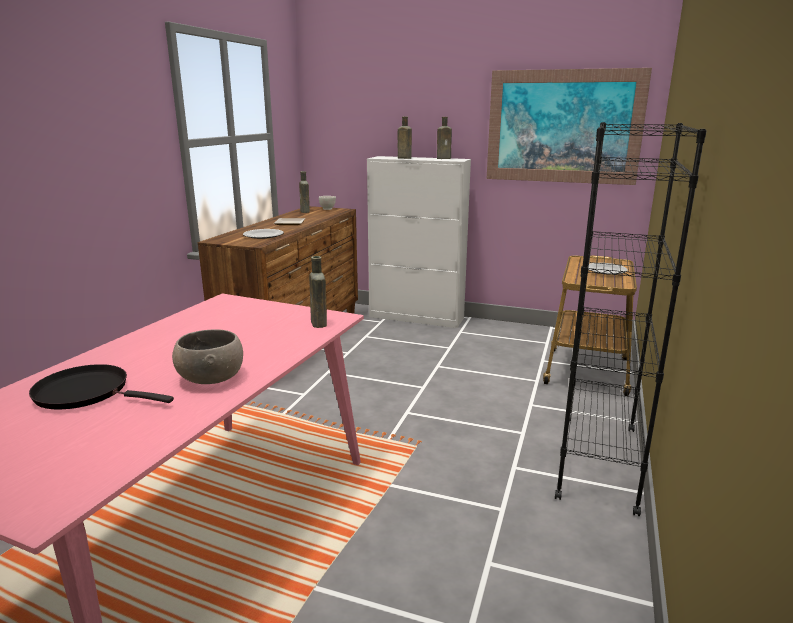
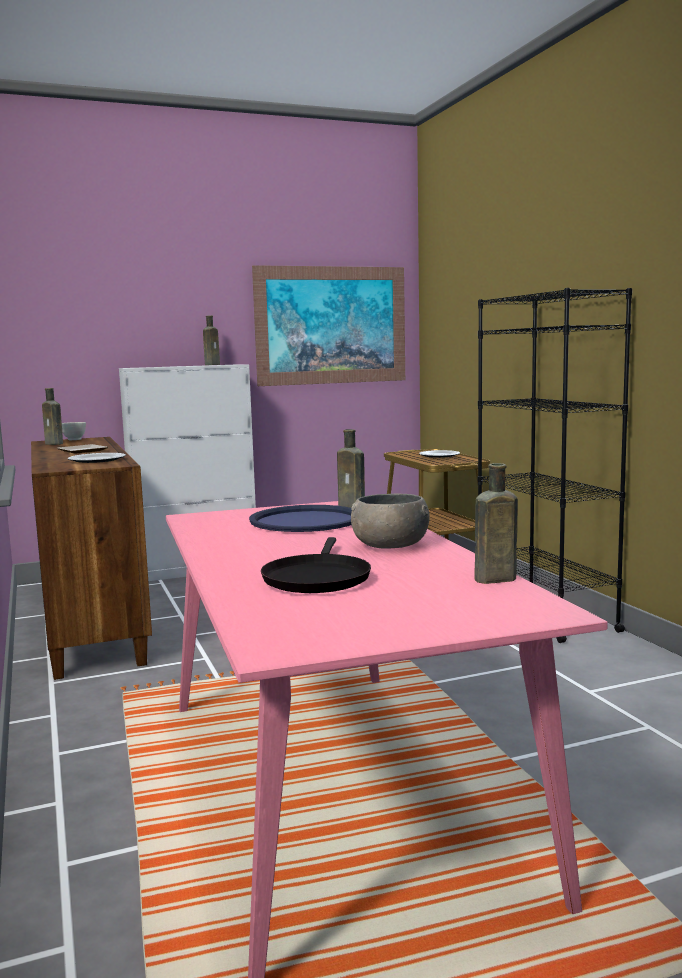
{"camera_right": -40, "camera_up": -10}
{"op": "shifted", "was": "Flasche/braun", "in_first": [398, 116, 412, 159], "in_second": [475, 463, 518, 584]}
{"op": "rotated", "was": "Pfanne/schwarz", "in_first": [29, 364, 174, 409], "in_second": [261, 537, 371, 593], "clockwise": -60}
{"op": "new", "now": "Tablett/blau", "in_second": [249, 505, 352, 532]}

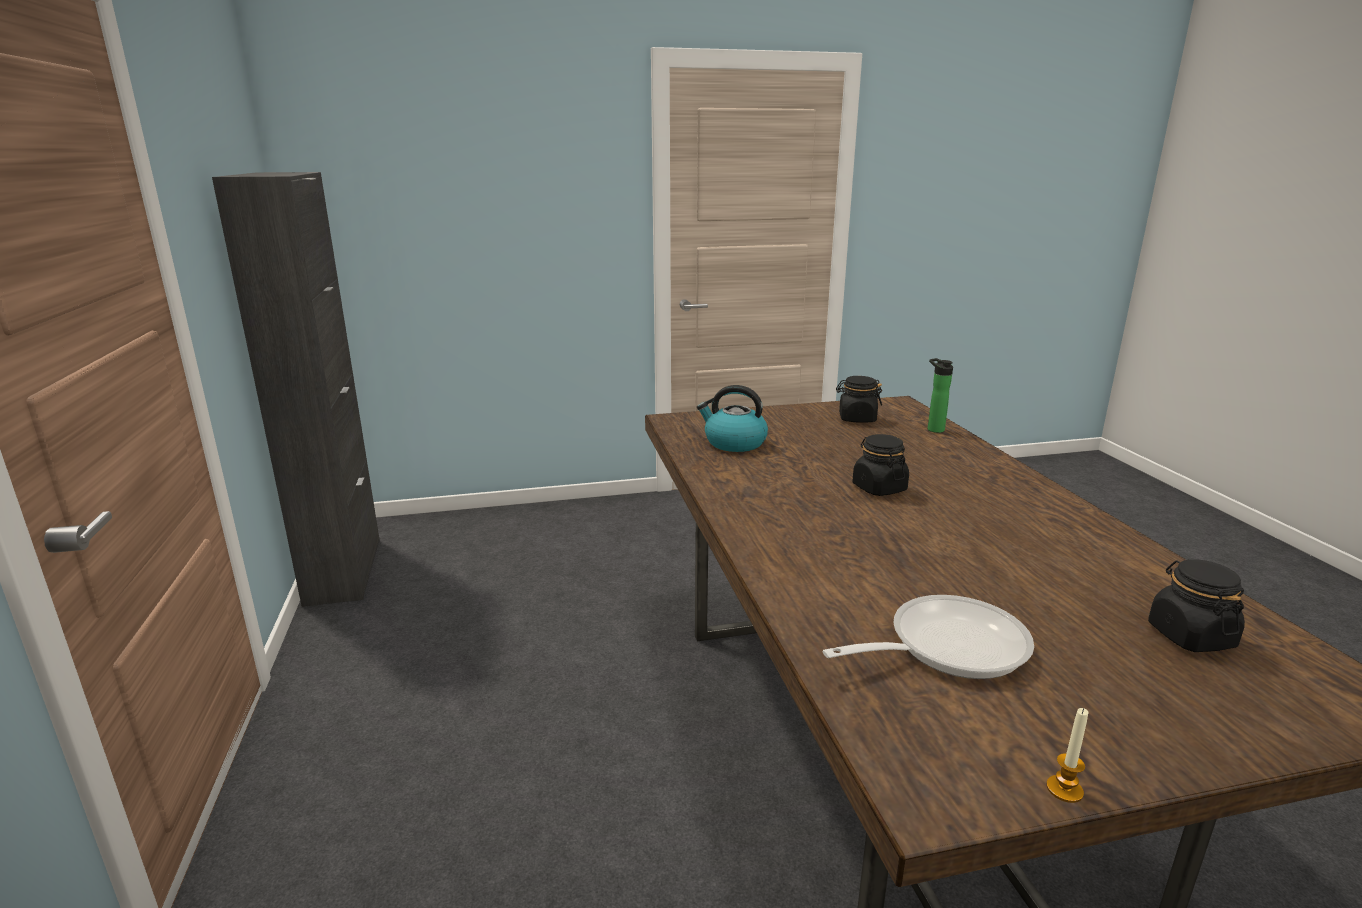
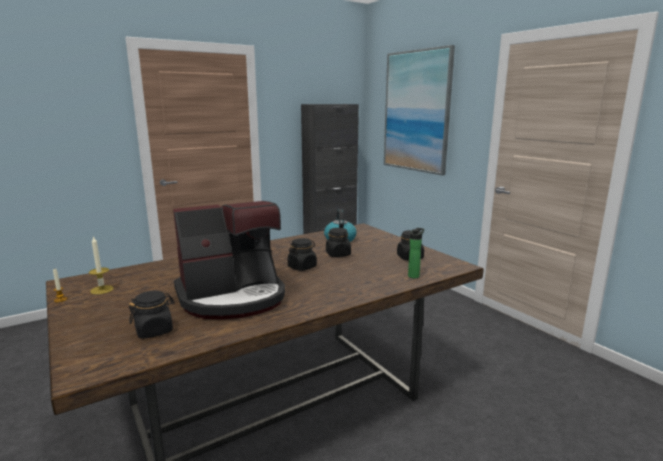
{"camera_right": 70, "camera_up": -5}
{"op": "gone", "was": "Pfanne", "in_first": [823, 595, 1034, 679]}
{"op": "new", "now": "Bild", "in_second": [384, 45, 455, 175]}
{"op": "new", "now": "Kaffeemaschine", "in_second": [173, 201, 285, 319]}
{"op": "new", "now": "Vorratsglas/schwarz", "in_second": [326, 228, 351, 257]}
{"op": "new", "now": "Kerze", "in_second": [89, 236, 114, 295]}

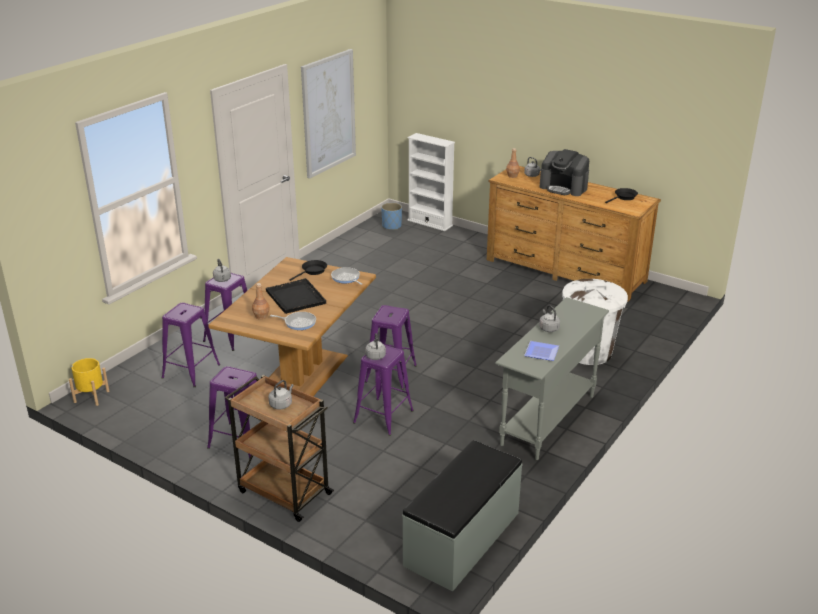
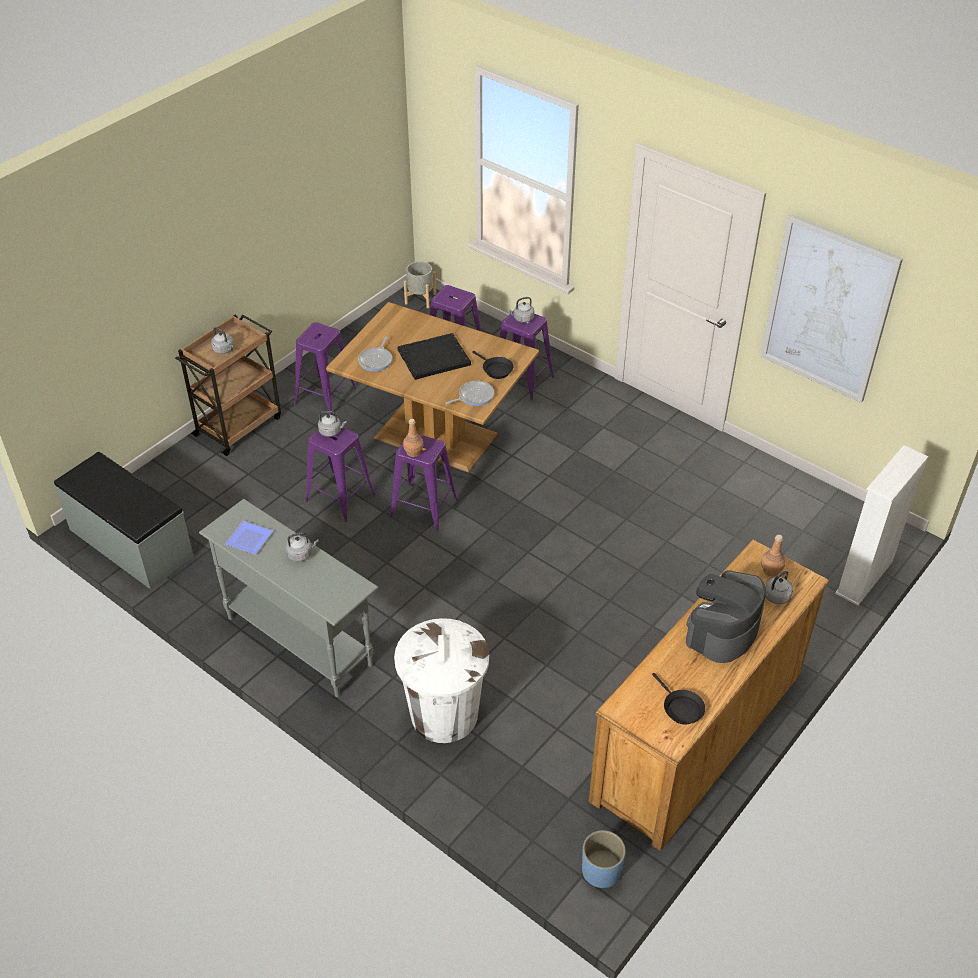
{"camera_right": 95, "camera_up": 15}
{"op": "shifted", "was": "Pflanzkübel/blau", "in_first": [381, 203, 402, 230], "in_second": [582, 830, 626, 888]}
{"op": "shifted", "was": "Flasche/braun", "in_first": [252, 283, 270, 319], "in_second": [403, 419, 423, 457]}
{"op": "repainted", "was": "Pflanzkübel/gelb", "now": "Pflanzkübel/grau", "in_first": [69, 358, 109, 406], "in_second": [404, 261, 436, 308]}

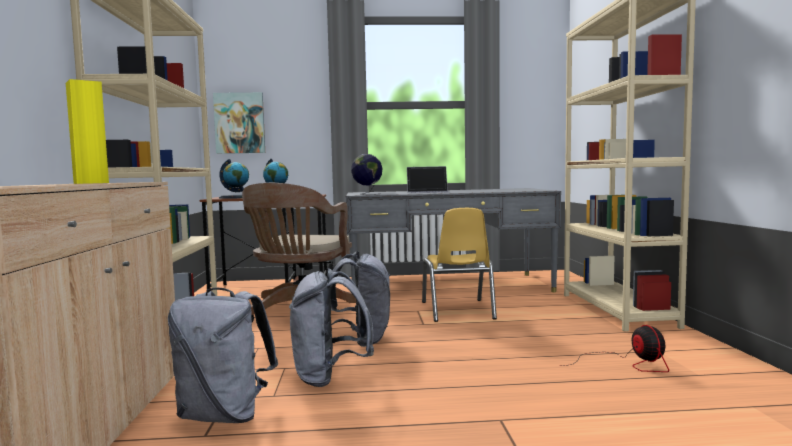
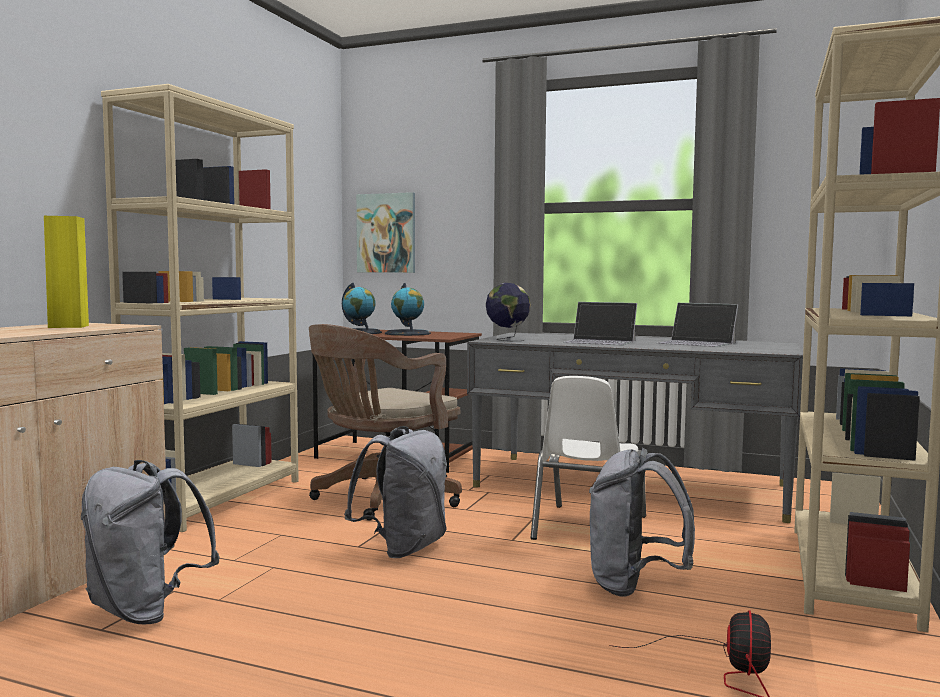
{"camera_right": 25, "camera_up": 0}
{"op": "repainted", "was": "Stuhl/gelb", "now": "Stuhl/weiß", "in_first": [422, 208, 497, 322], "in_second": [530, 376, 646, 540]}
{"op": "shifted", "was": "Rucksack/grau", "in_first": [289, 268, 374, 387], "in_second": [589, 448, 695, 597]}
{"op": "new", "now": "Laptop", "in_second": [657, 303, 738, 347]}

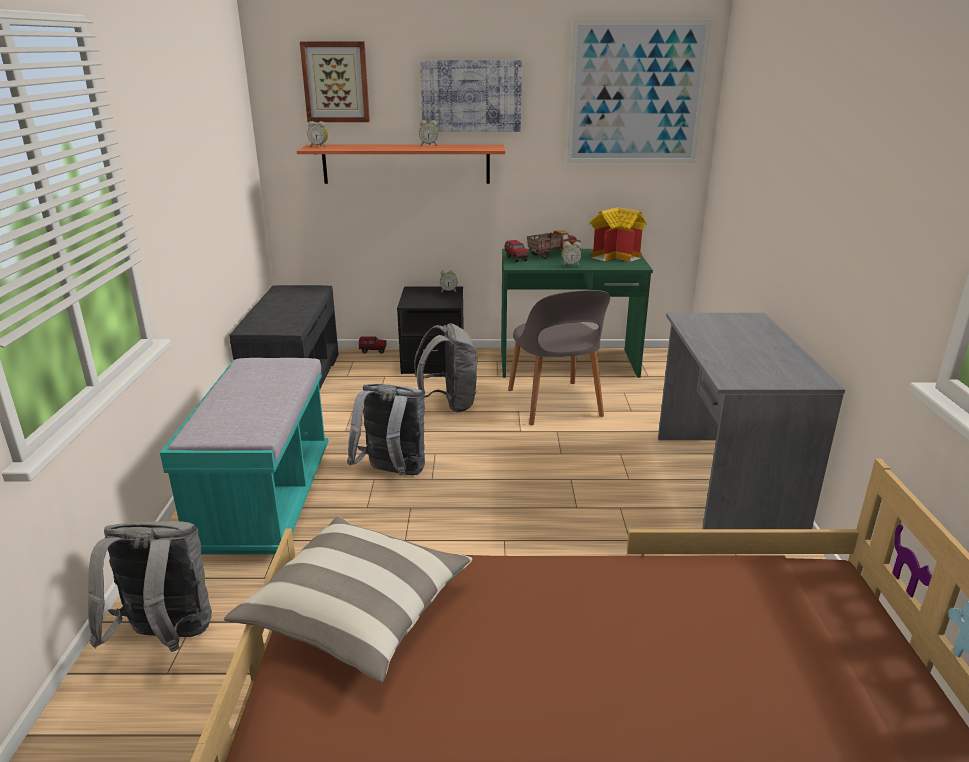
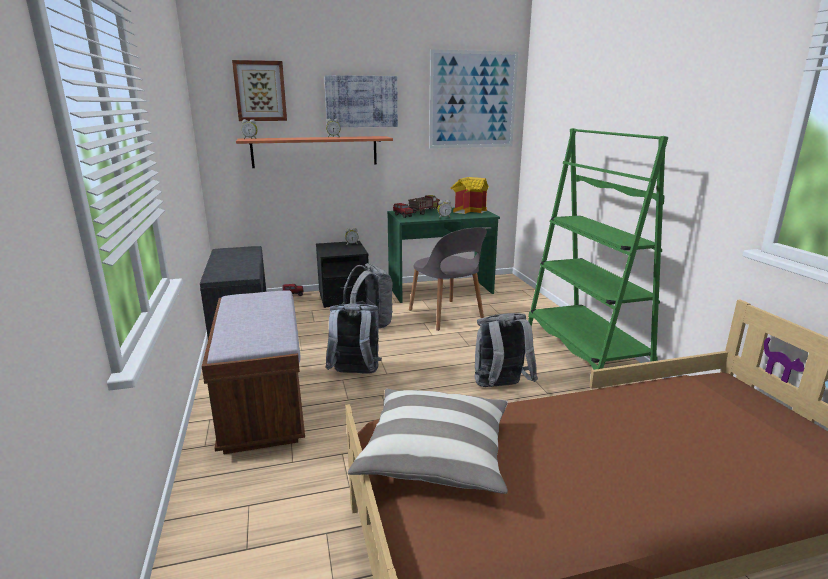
{"camera_right": -15, "camera_up": -5}
{"op": "swapped", "was": "Schreibtisch/grau", "now": "Bücherregal/grün", "in_first": [658, 313, 845, 529], "in_second": [528, 128, 668, 370]}
{"op": "repainted", "was": "Bank/türkis", "now": "Bank/braun", "in_first": [160, 358, 329, 554], "in_second": [202, 291, 305, 454]}
{"op": "shifted", "was": "Rucksack/grau", "in_first": [88, 521, 212, 652], "in_second": [474, 313, 538, 387]}

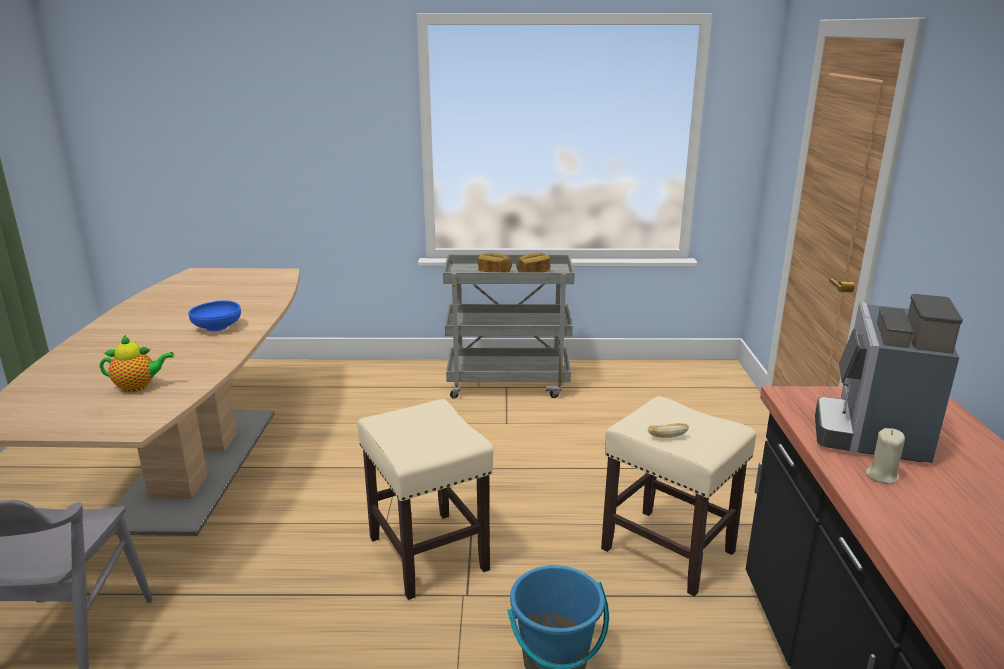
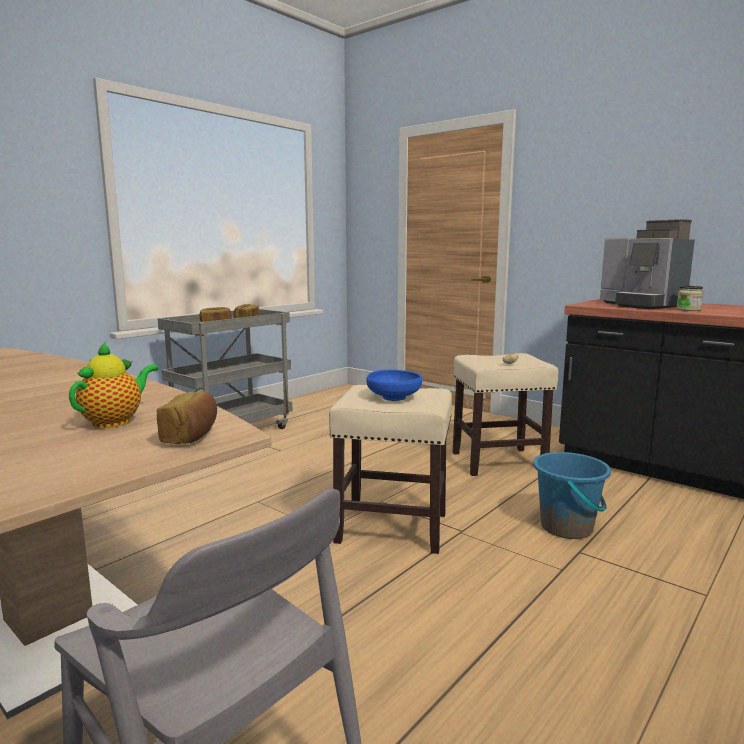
{"camera_right": -50, "camera_up": -10}
{"op": "shifted", "was": "Schüssel/blau", "in_first": [188, 300, 241, 331], "in_second": [366, 370, 422, 401]}
{"op": "swapped", "was": "Kerze/beige", "now": "Vorratsglas", "in_first": [866, 428, 905, 484], "in_second": [676, 286, 703, 311]}
{"op": "new", "now": "Brot", "in_second": [157, 391, 217, 444]}

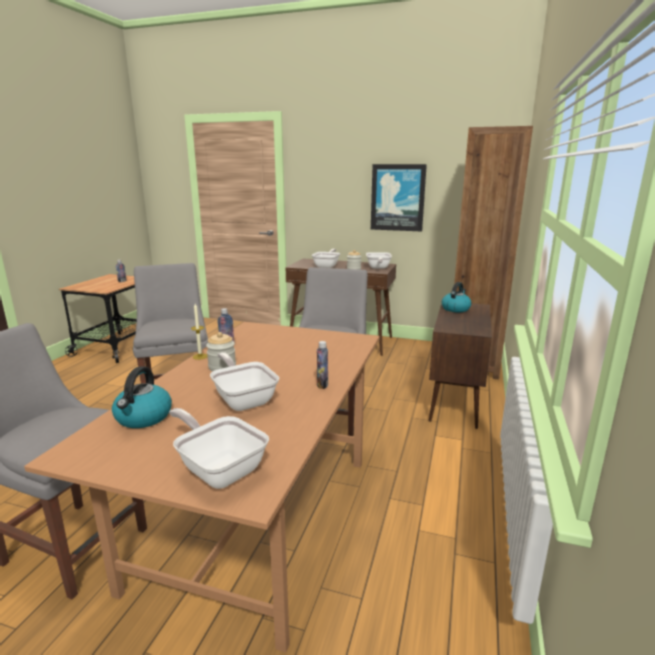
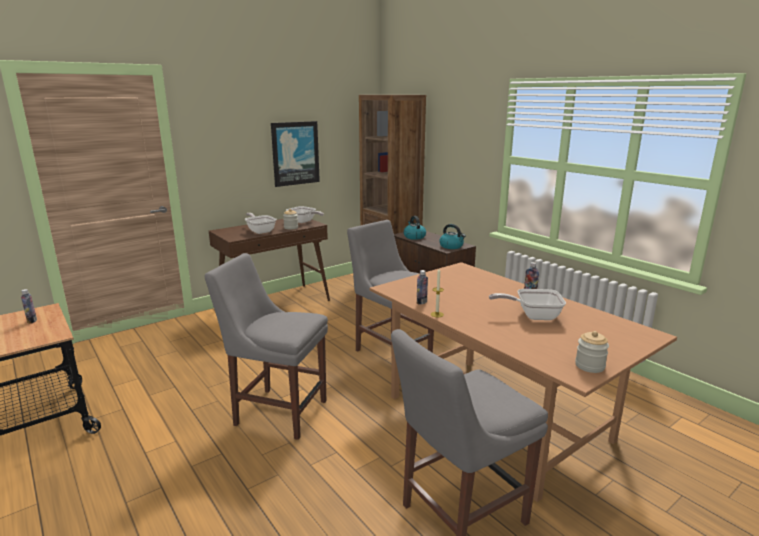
{"camera_right": -55, "camera_up": 0}
{"op": "shifted", "was": "Vorratsglas", "in_first": [206, 332, 236, 371], "in_second": [575, 331, 609, 373]}
{"op": "shifted", "was": "Wasserkessel", "in_first": [112, 366, 172, 428], "in_second": [439, 224, 466, 249]}
{"op": "gone", "was": "Pfanne", "in_first": [169, 408, 269, 489]}

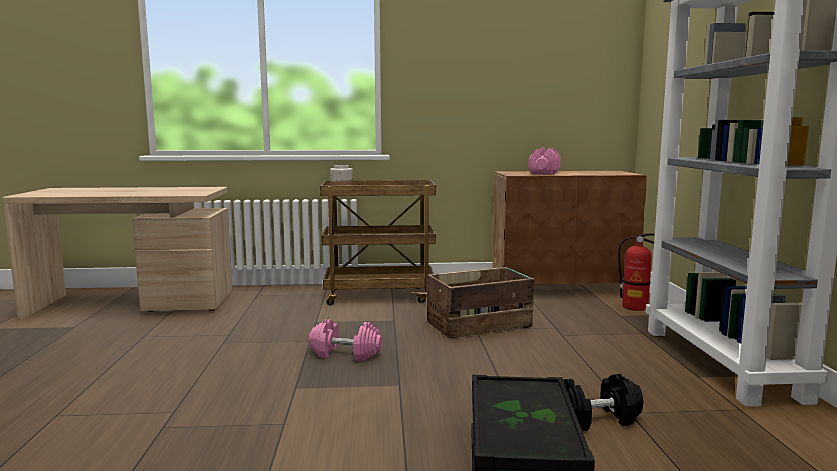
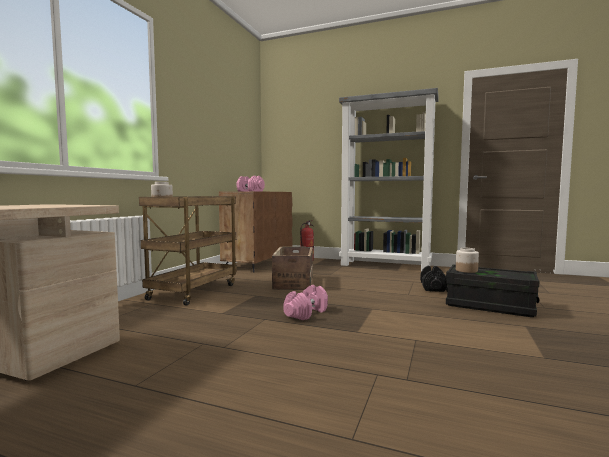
{"camera_right": -65, "camera_up": -5}
{"op": "new", "now": "Vorratsglas", "in_second": [456, 248, 479, 273]}

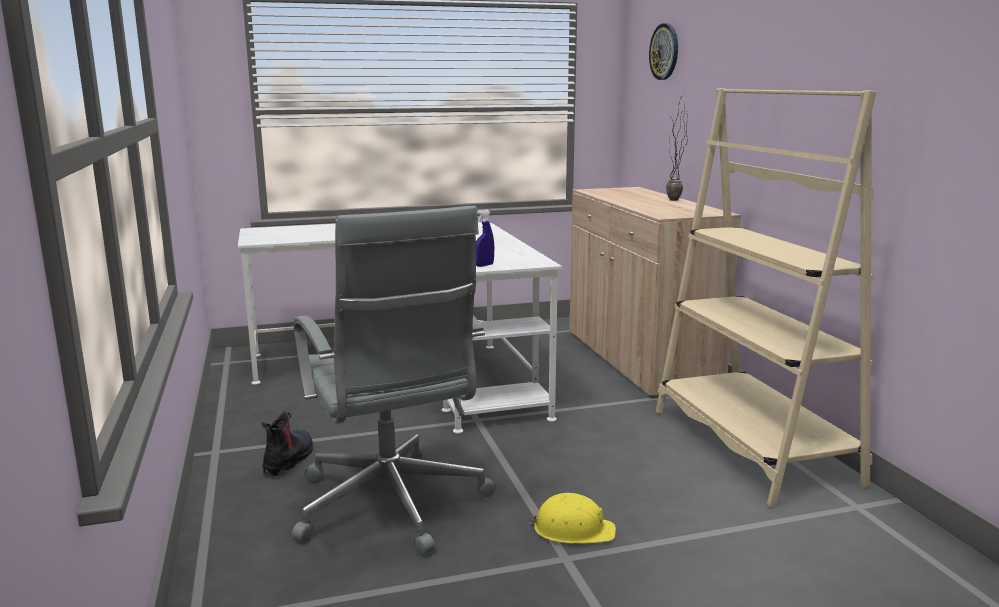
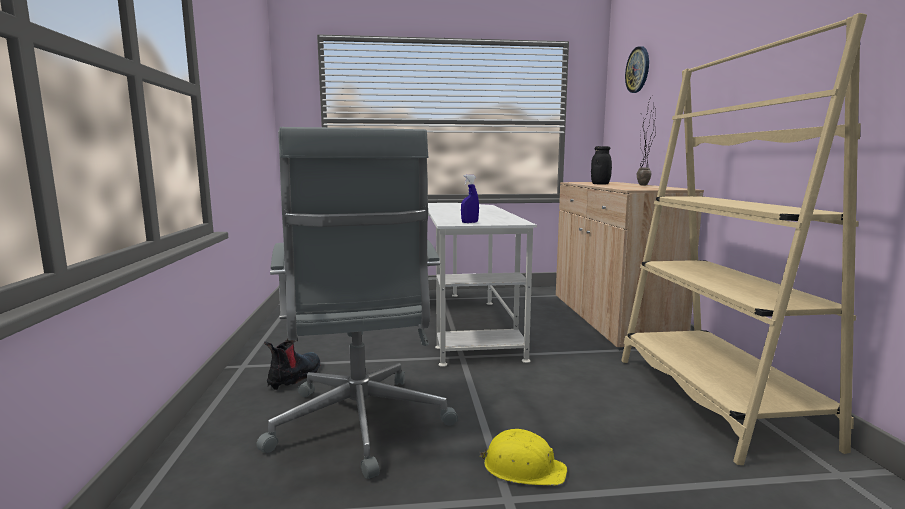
{"camera_right": 10, "camera_up": -5}
{"op": "new", "now": "Vorratsglas/schwarz", "in_second": [591, 146, 612, 184]}

